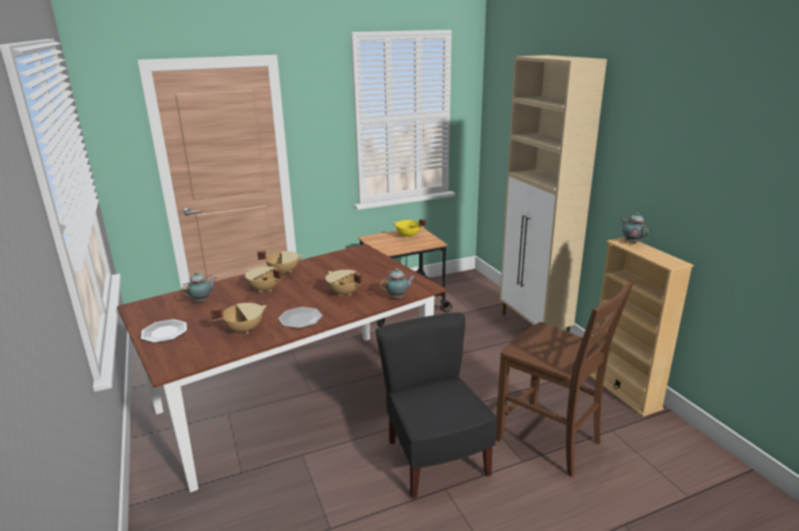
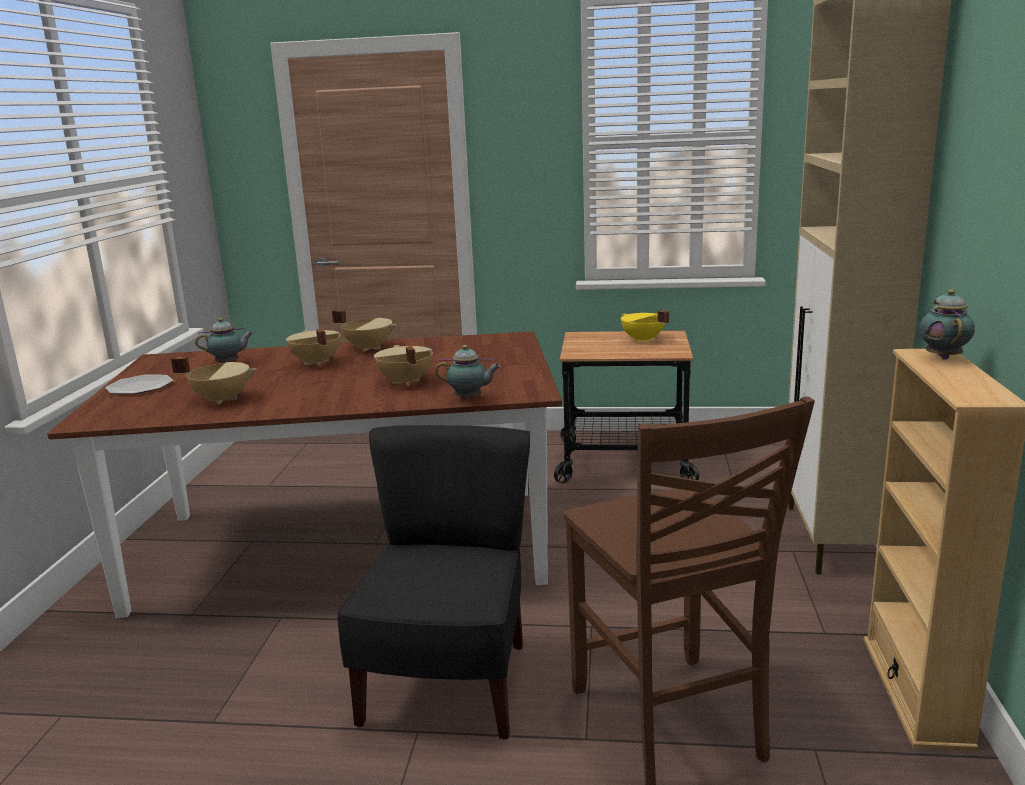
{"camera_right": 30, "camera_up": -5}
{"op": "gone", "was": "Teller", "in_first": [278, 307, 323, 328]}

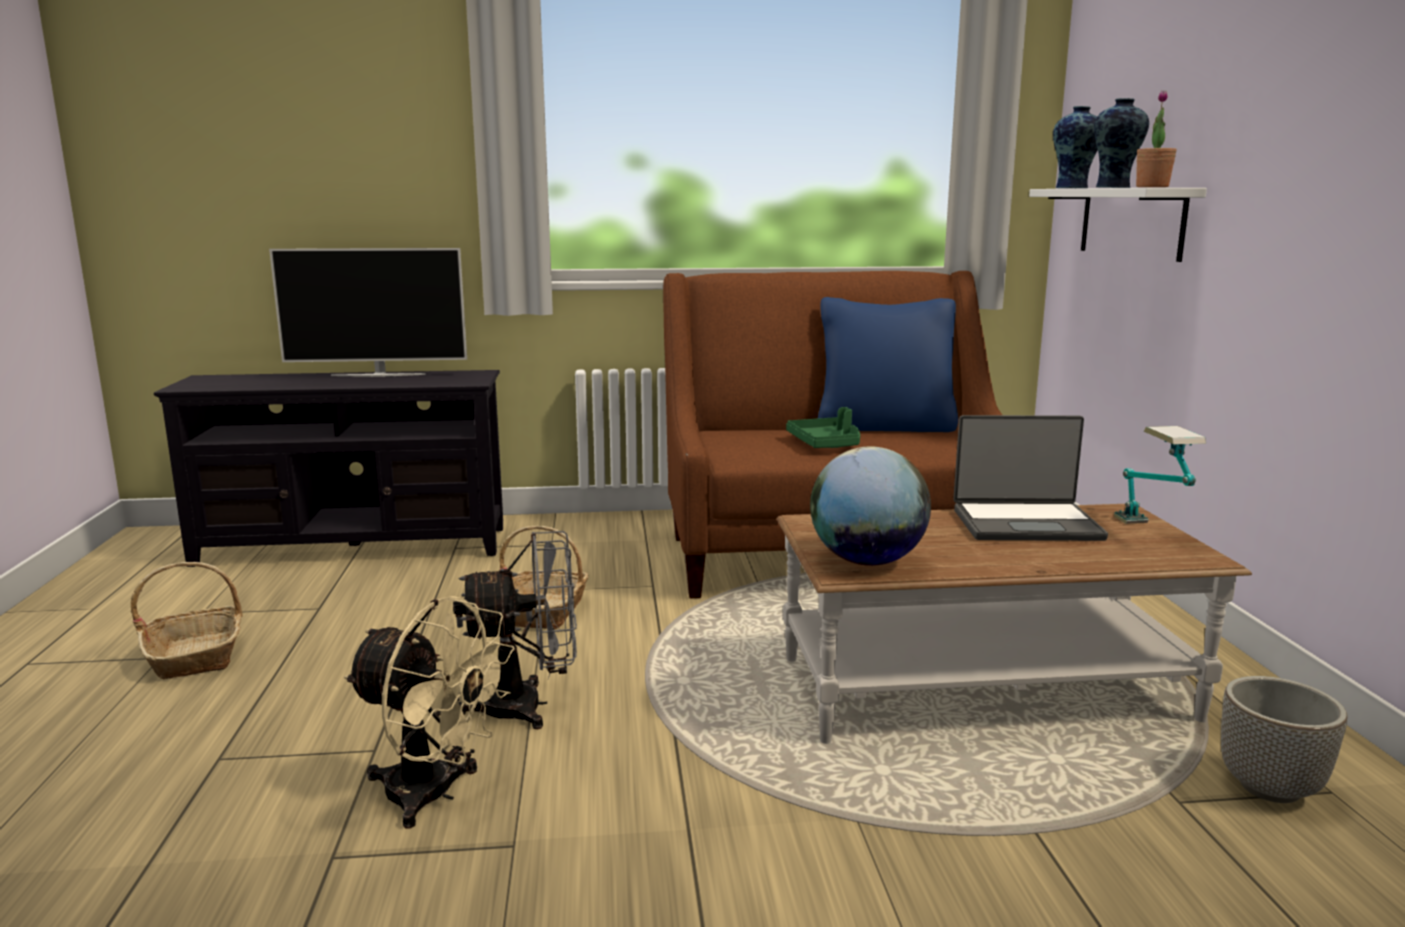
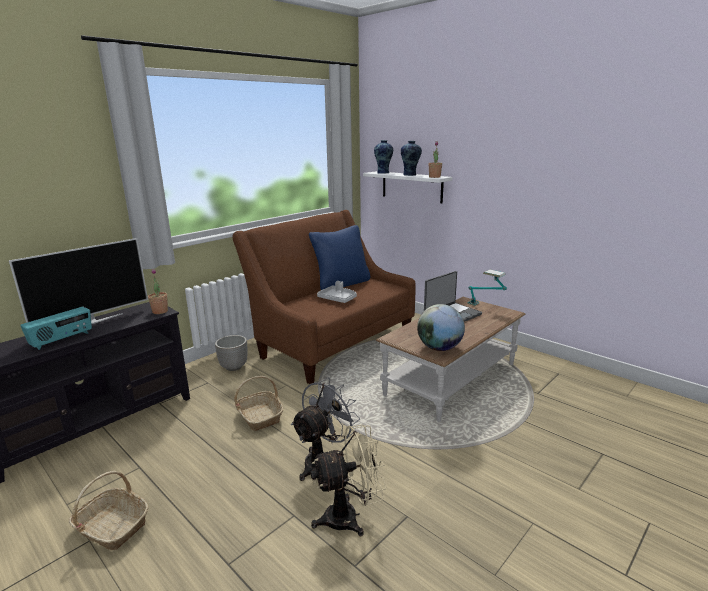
{"camera_right": -40, "camera_up": 5}
{"op": "repainted", "was": "Tablett/grün", "now": "Tablett/grau", "in_first": [786, 407, 860, 448], "in_second": [317, 281, 357, 303]}
{"op": "shifted", "was": "Pflanzkübel", "in_first": [1221, 676, 1347, 803], "in_second": [215, 335, 247, 371]}
{"op": "new", "now": "Topfpflanze", "in_second": [148, 269, 168, 314]}
{"op": "new", "now": "Radio", "in_second": [20, 307, 92, 350]}

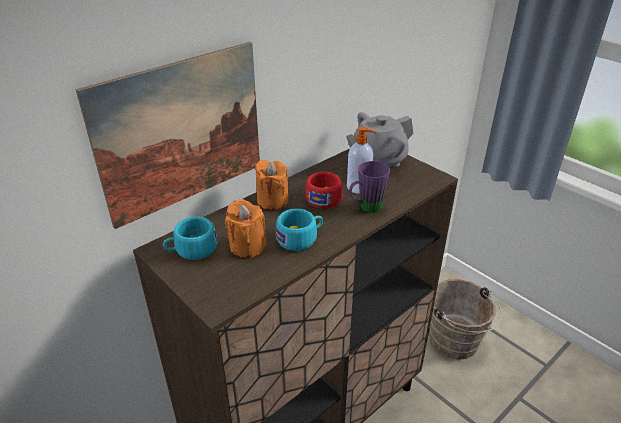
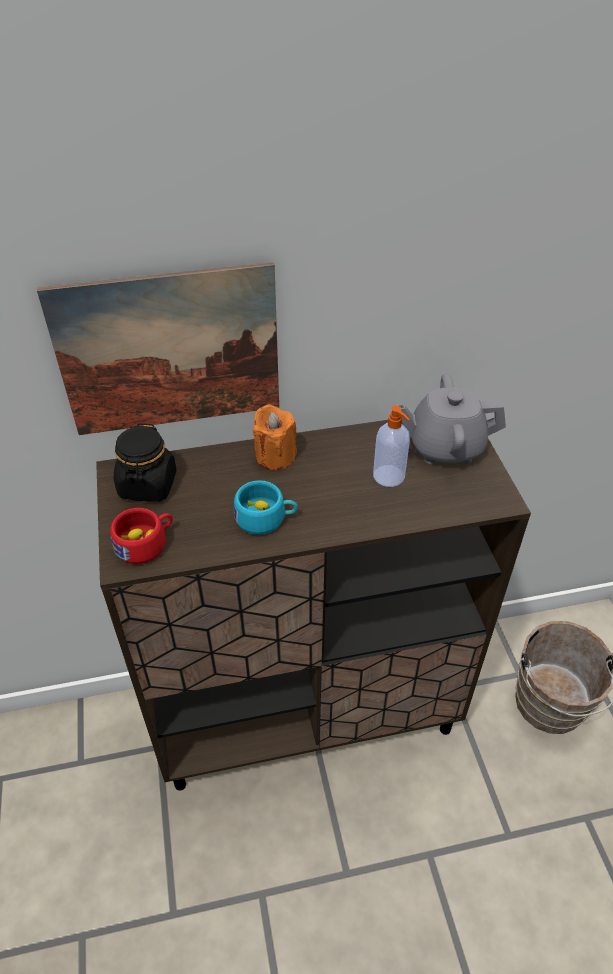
{"camera_right": 30, "camera_up": 10}
{"op": "gone", "was": "Henkelbecher/lila", "in_first": [349, 161, 390, 213]}
{"op": "shifted", "was": "Tasse/rot", "in_first": [305, 172, 342, 209], "in_second": [110, 508, 172, 564]}
{"op": "gone", "was": "Kerze/orange", "in_first": [225, 199, 267, 258]}
{"op": "swapped", "was": "Tasse/türkis", "now": "Vorratsglas/schwarz", "in_first": [163, 217, 217, 260], "in_second": [114, 423, 177, 502]}

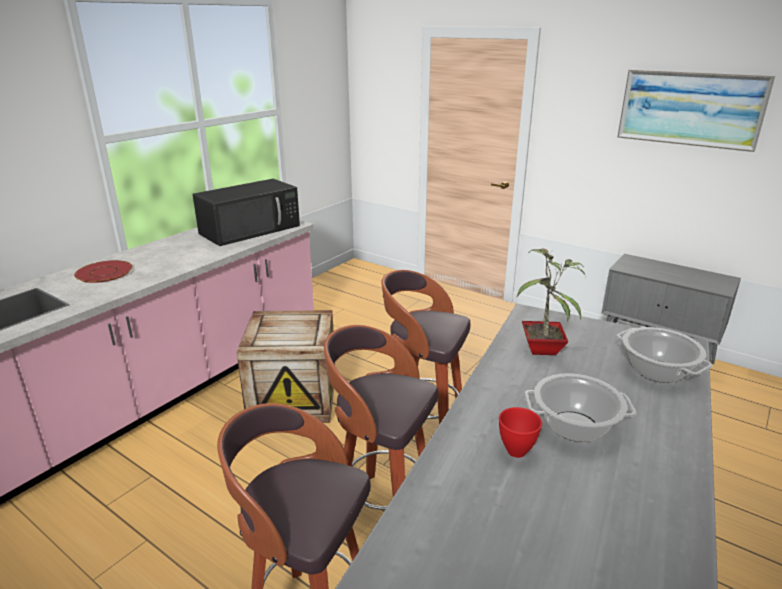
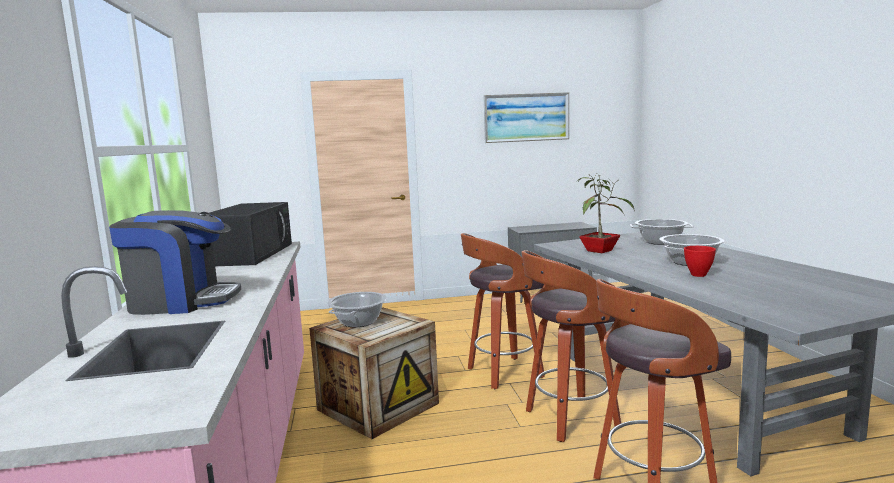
{"camera_right": -45, "camera_up": -15}
{"op": "swapped", "was": "Teller/rot", "now": "Kaffeemaschine", "in_first": [74, 260, 133, 283], "in_second": [109, 210, 241, 315]}
{"op": "new", "now": "Kochtopf", "in_second": [327, 292, 387, 327]}

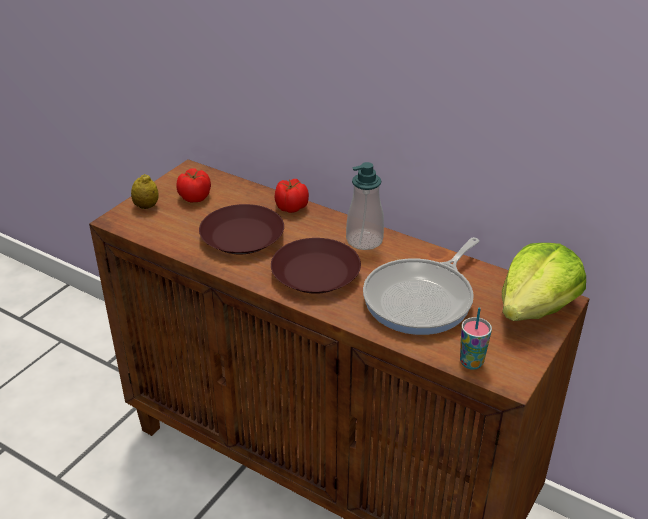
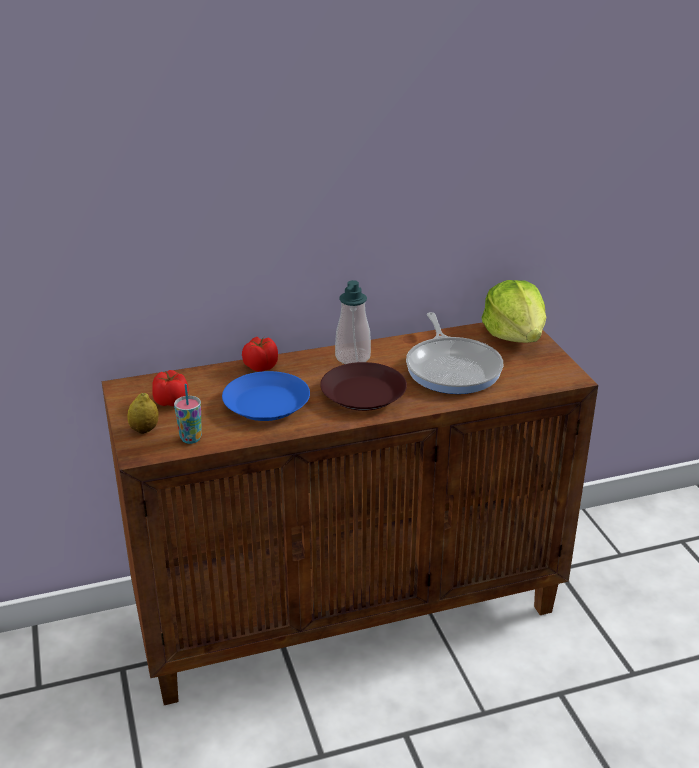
{"camera_right": -50, "camera_up": -5}
{"op": "repainted", "was": "Teller/braun", "now": "Teller/blau", "in_first": [199, 204, 284, 254], "in_second": [222, 371, 310, 421]}
{"op": "shifted", "was": "Tasse", "in_first": [460, 307, 492, 370], "in_second": [174, 384, 202, 444]}

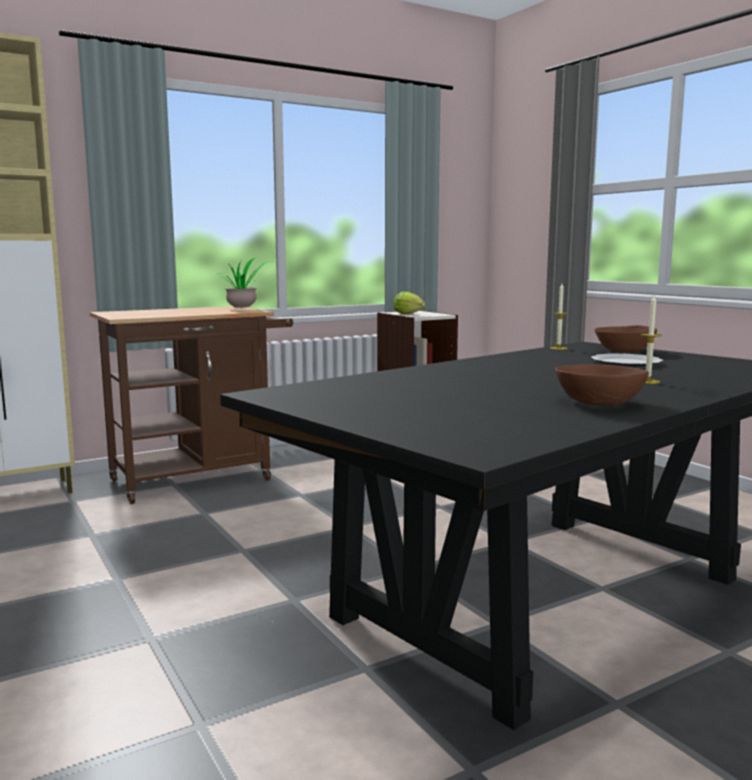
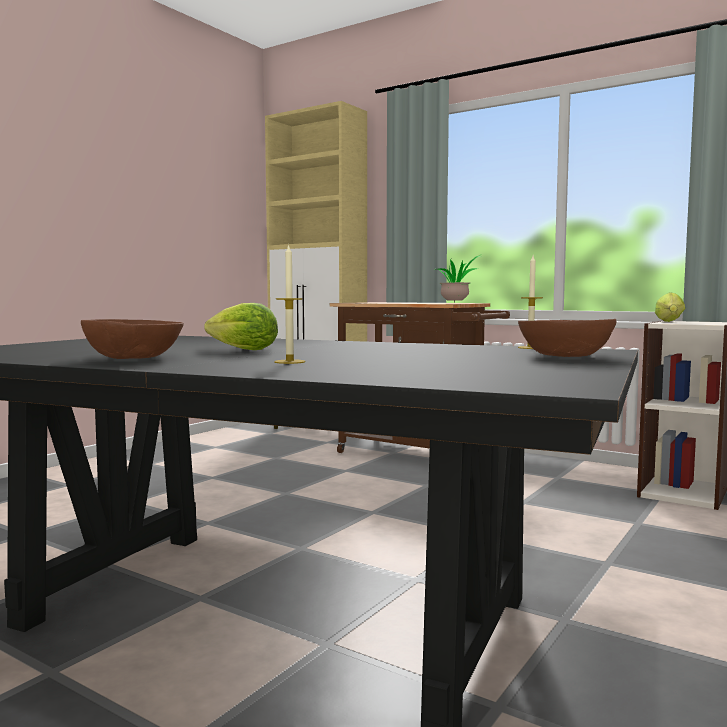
{"camera_right": 65, "camera_up": -5}
{"op": "gone", "was": "Teller", "in_first": [591, 353, 663, 367]}
{"op": "new", "now": "Salatkopf", "in_second": [204, 303, 278, 350]}

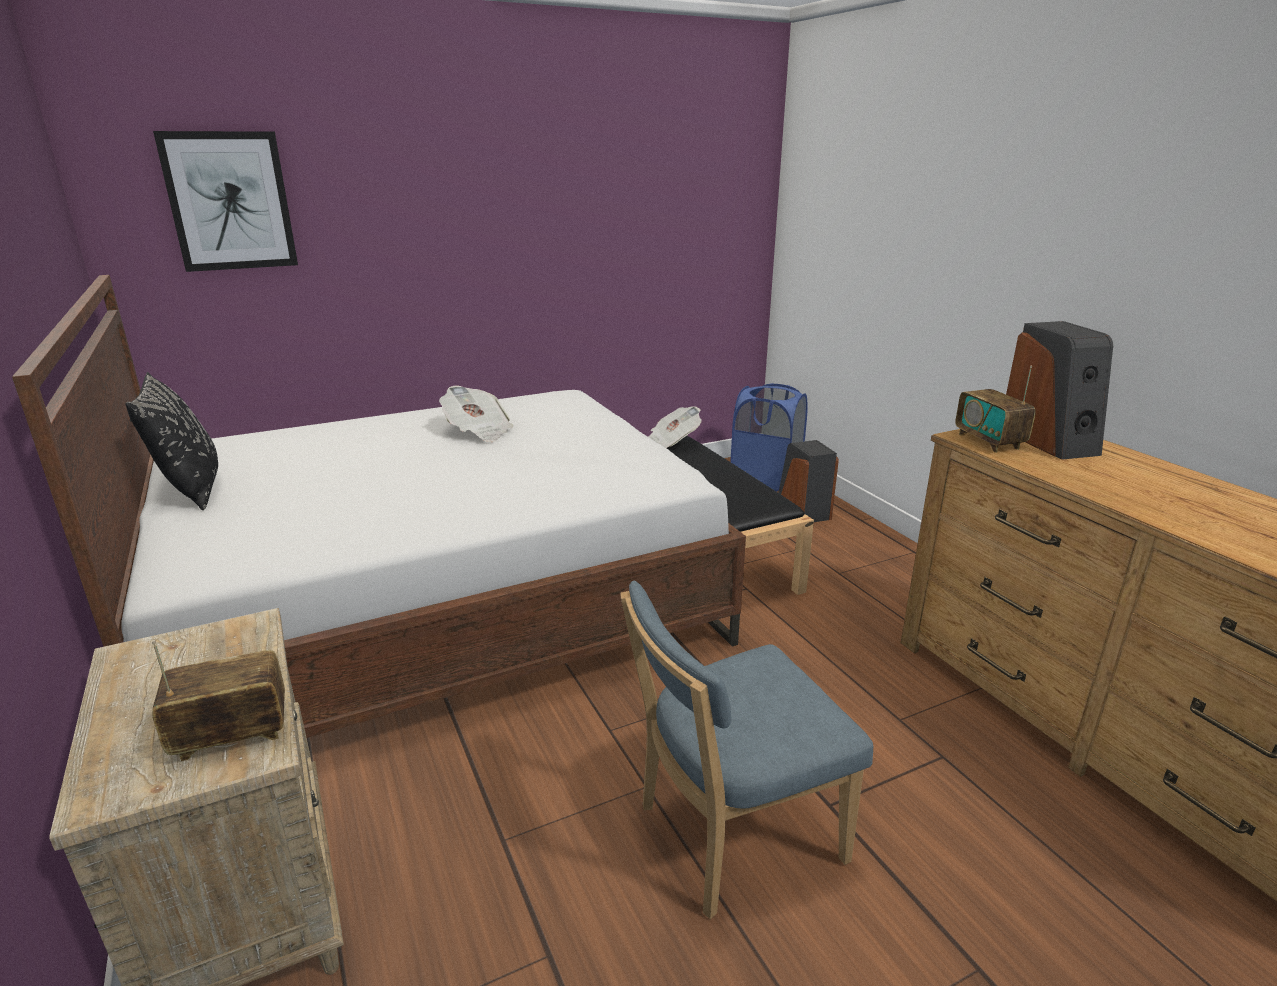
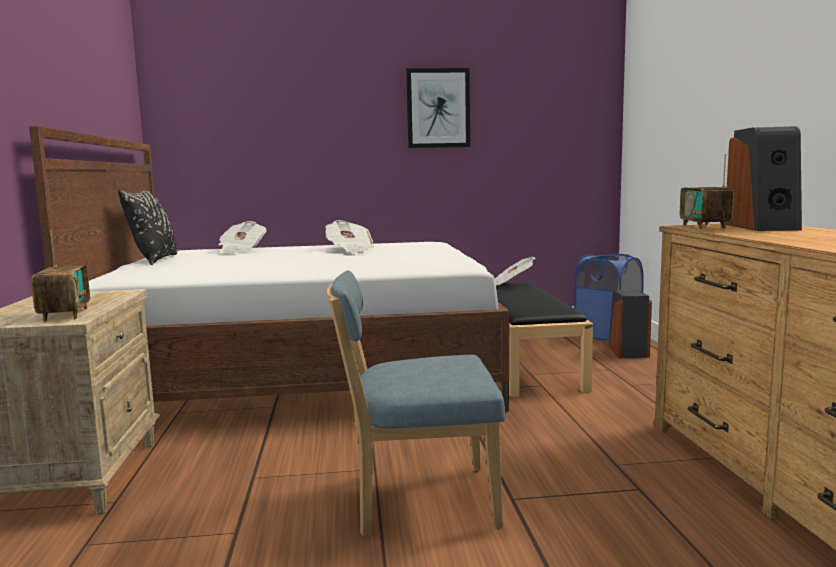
{"camera_right": 20, "camera_up": -15}
{"op": "shifted", "was": "Bild", "in_first": [153, 131, 298, 272], "in_second": [406, 68, 470, 148]}
{"op": "rotated", "was": "Radio", "in_first": [152, 640, 285, 761], "in_second": [31, 230, 90, 322], "clockwise": 75}
{"op": "new", "now": "Zeitung", "in_second": [218, 221, 267, 255]}

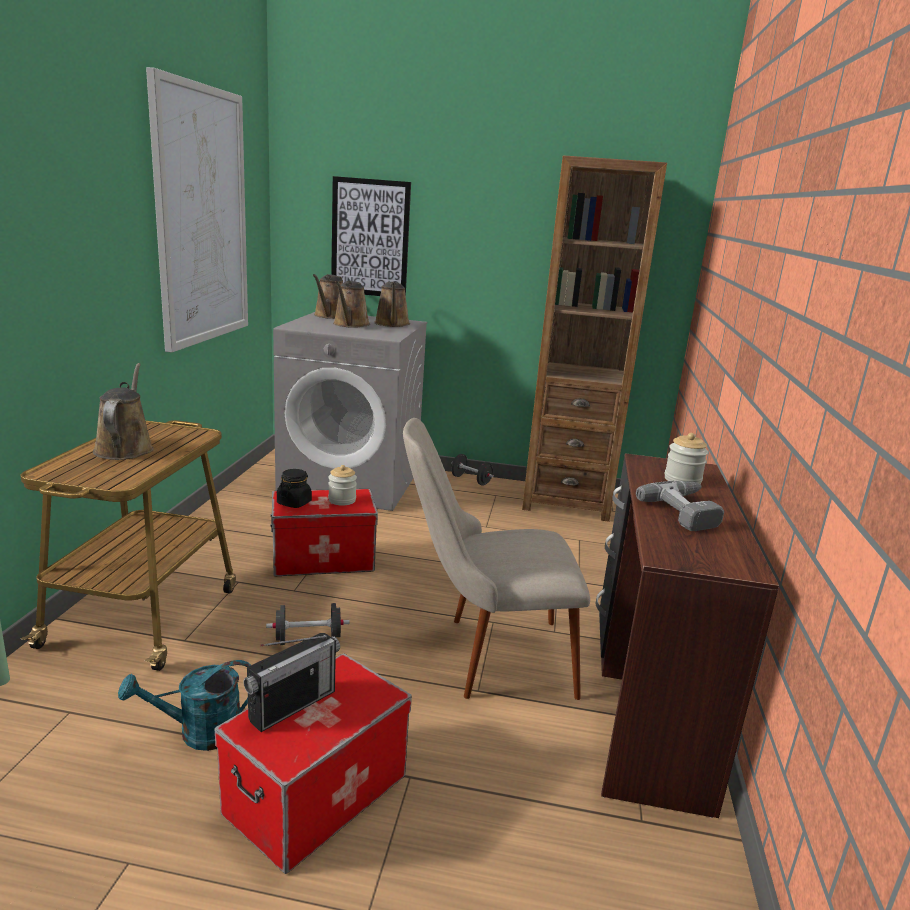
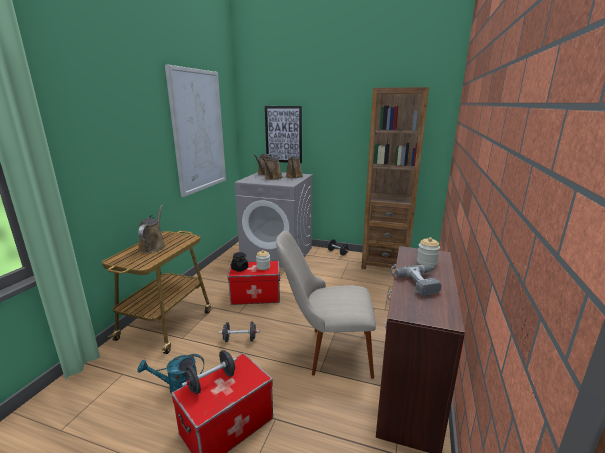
{"camera_right": 10, "camera_up": 0}
{"op": "swapped", "was": "Radio", "now": "Hantel/schwarz", "in_first": [244, 633, 340, 732], "in_second": [182, 350, 237, 394]}

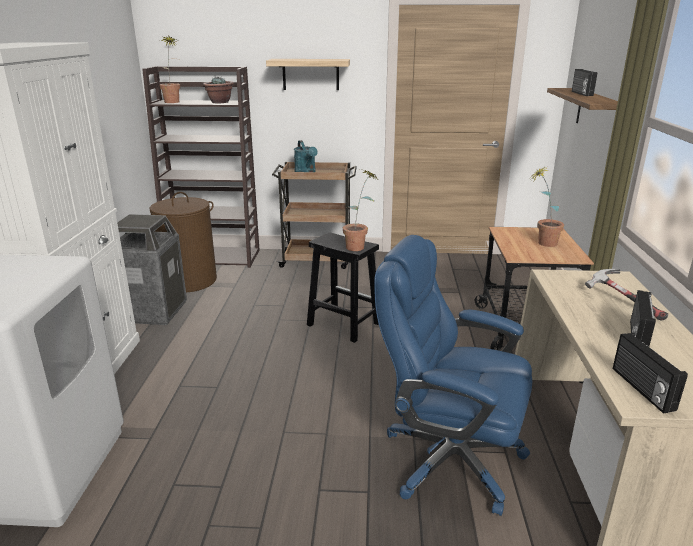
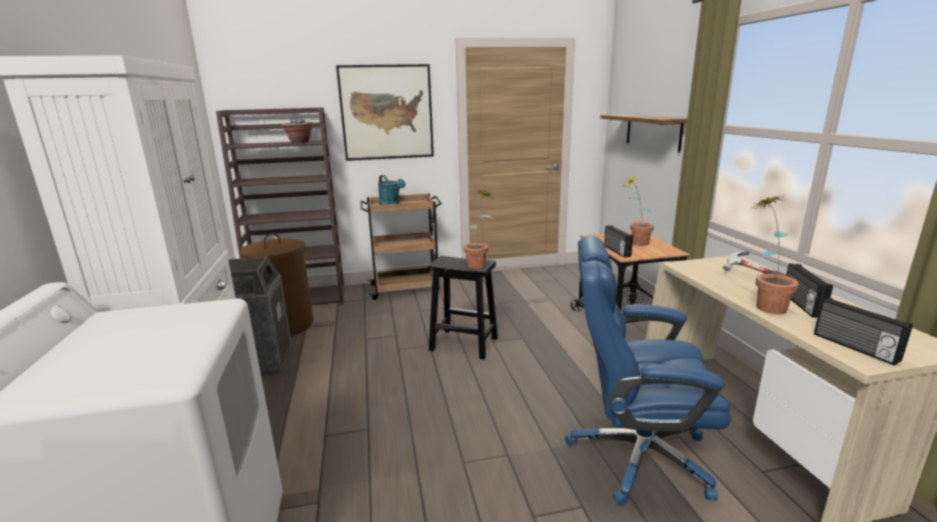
{"camera_right": -15, "camera_up": -5}
{"op": "shifted", "was": "Topfpflanze", "in_first": [157, 35, 180, 103], "in_second": [751, 196, 799, 314]}
{"op": "swapped", "was": "Wandregal", "now": "Bild", "in_first": [266, 59, 350, 90], "in_second": [336, 64, 434, 161]}
{"op": "shifted", "was": "Radio", "in_first": [572, 69, 597, 96], "in_second": [604, 225, 633, 258]}

